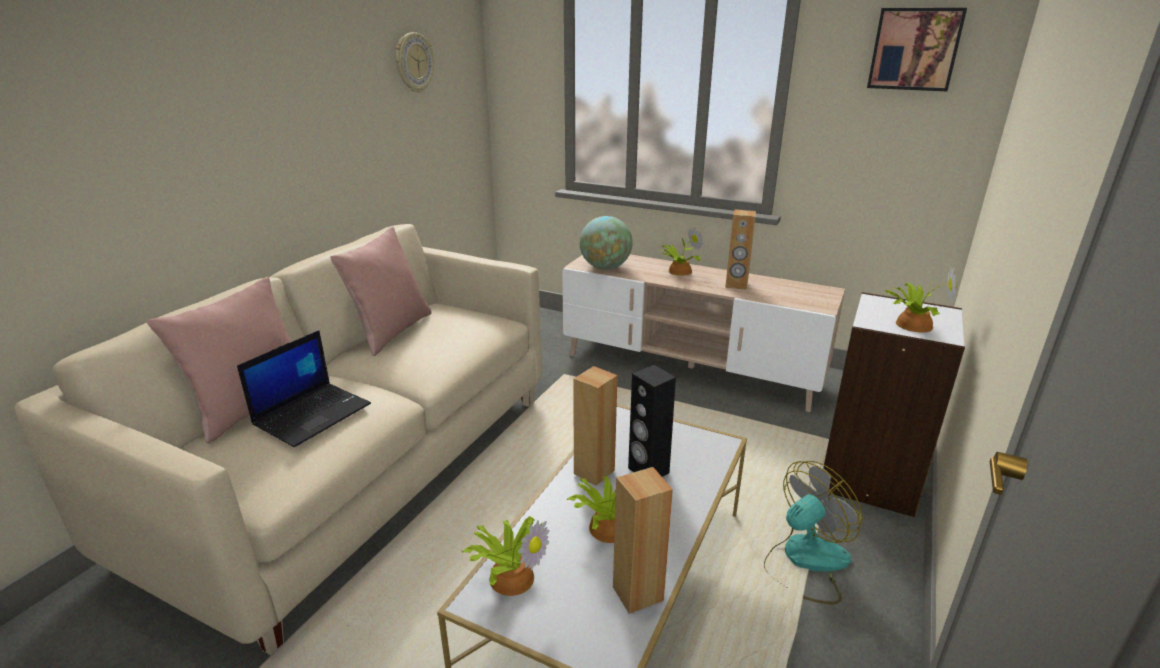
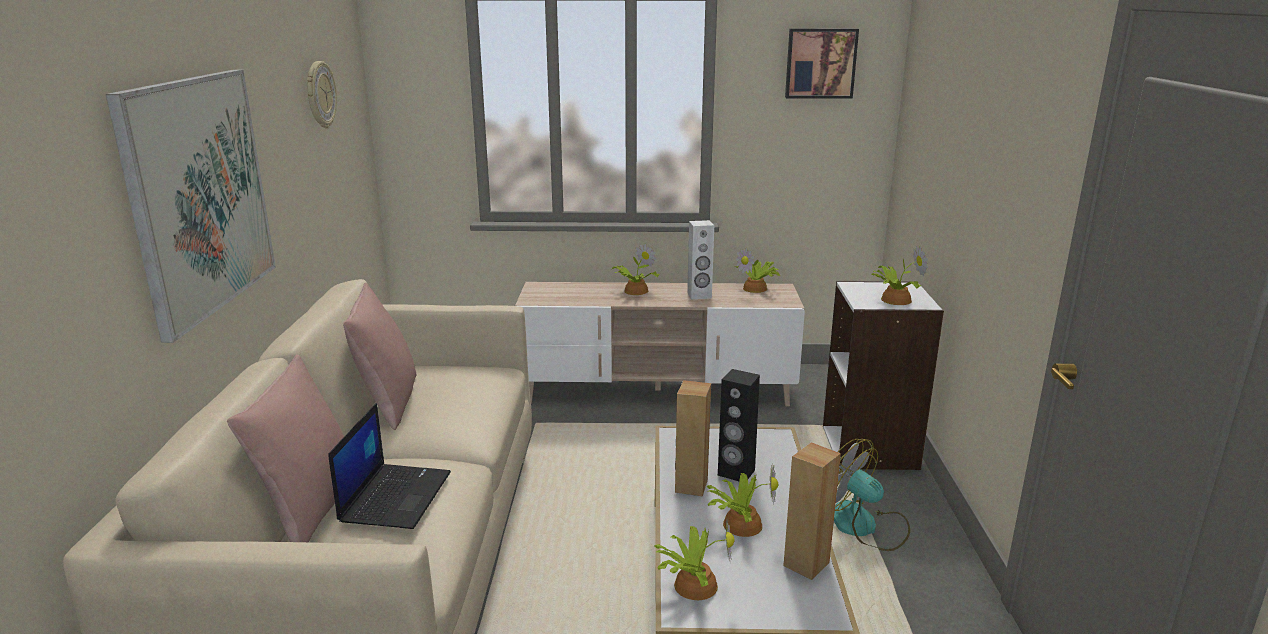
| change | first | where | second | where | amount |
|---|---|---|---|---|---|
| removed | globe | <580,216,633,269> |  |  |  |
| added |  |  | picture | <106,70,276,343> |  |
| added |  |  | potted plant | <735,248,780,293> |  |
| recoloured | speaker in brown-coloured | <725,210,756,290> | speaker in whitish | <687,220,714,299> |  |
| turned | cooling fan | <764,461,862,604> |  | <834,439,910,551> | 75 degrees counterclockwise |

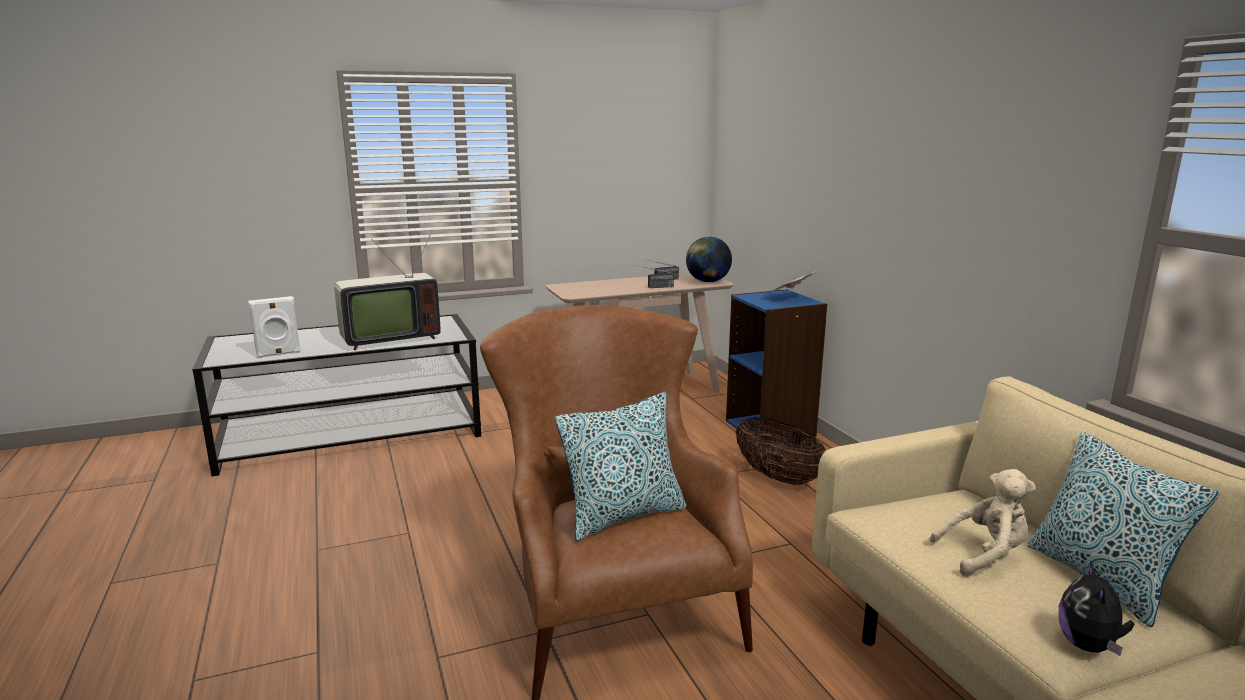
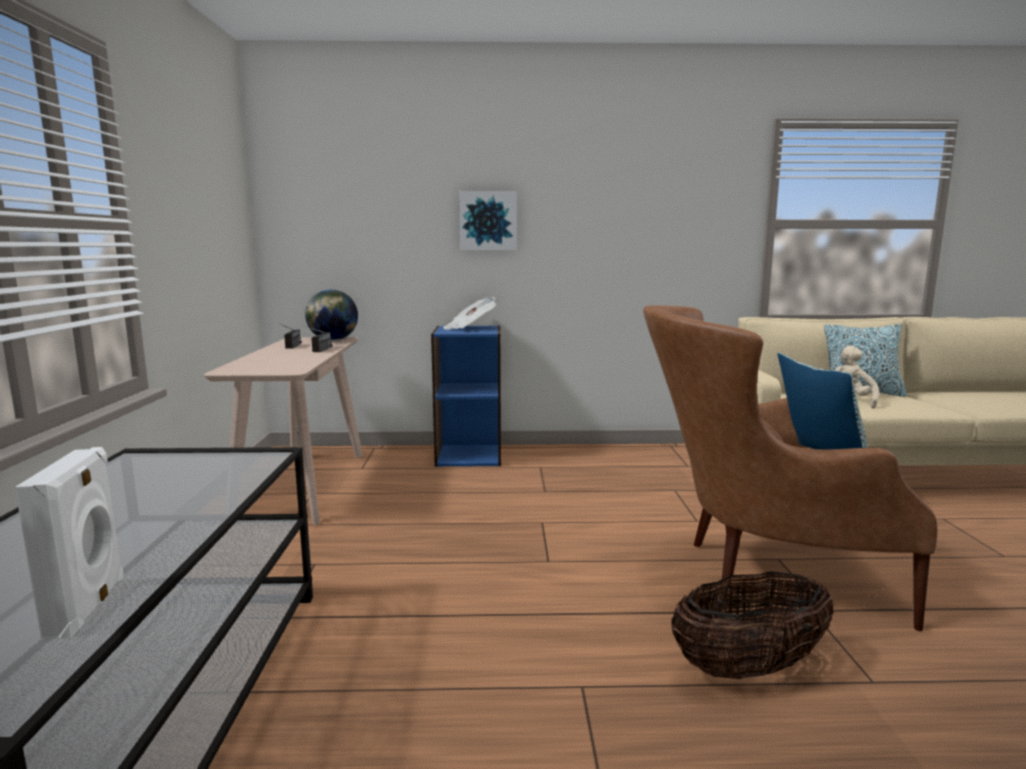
| change | first | where | second | where | amount |
|---|---|---|---|---|---|
| removed | TV set | <334,230,441,350> |  |  |  |
| removed | soft toy | <1059,560,1134,656> |  |  |  |
| added |  |  | picture | <459,191,517,250> |  |
| moved | basket | <735,417,826,485> |  | <671,571,834,679> |  |

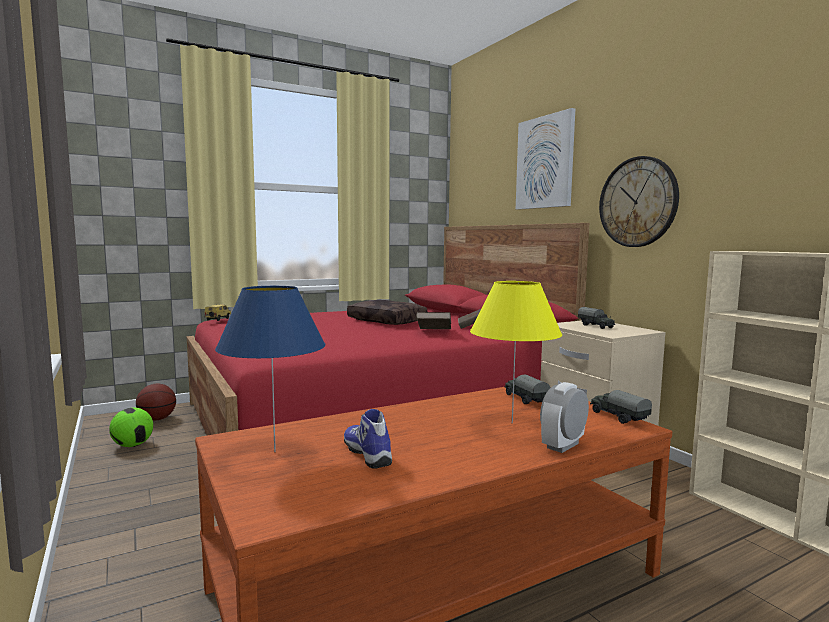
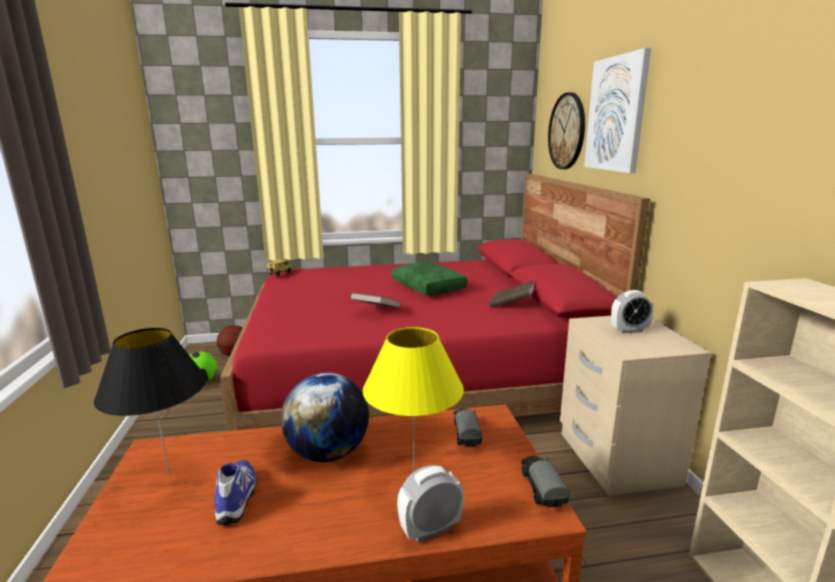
| change | first | where | second | where | amount |
|---|---|---|---|---|---|
| added |  |  | globe | <281,373,369,462> |  |
| moved | bound book in brown-coloured | <416,312,451,329> |  | <350,292,401,308> |  |
| moved | clock on the wall | <599,156,679,247> |  | <548,92,585,169> |  |
| replaced | toy truck | <578,307,615,329> | bedside clock | <611,290,654,333> |  |
| recoloured | tabletop lamp in blue-coloured | <215,286,325,452> | tabletop lamp in blackish | <94,328,207,476> |  |
| recoloured | pillow in brown-coloured | <347,300,427,325> | pillow in green | <391,262,468,295> |  |

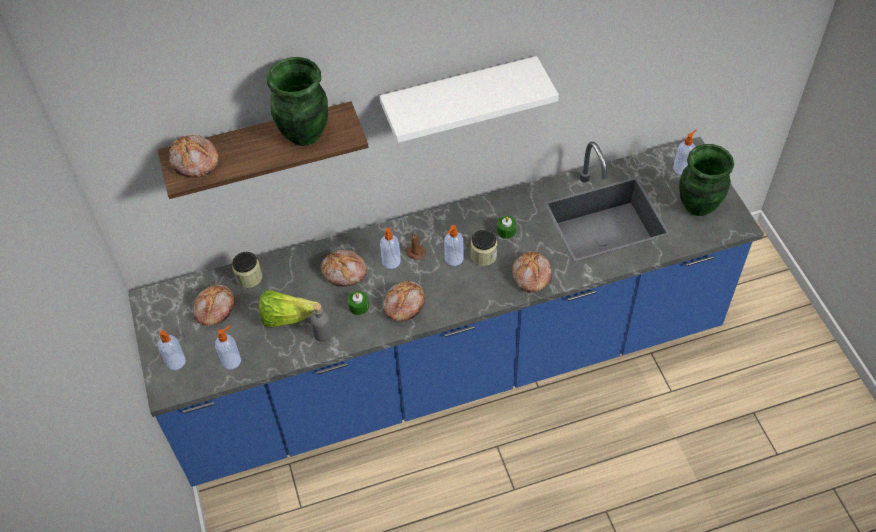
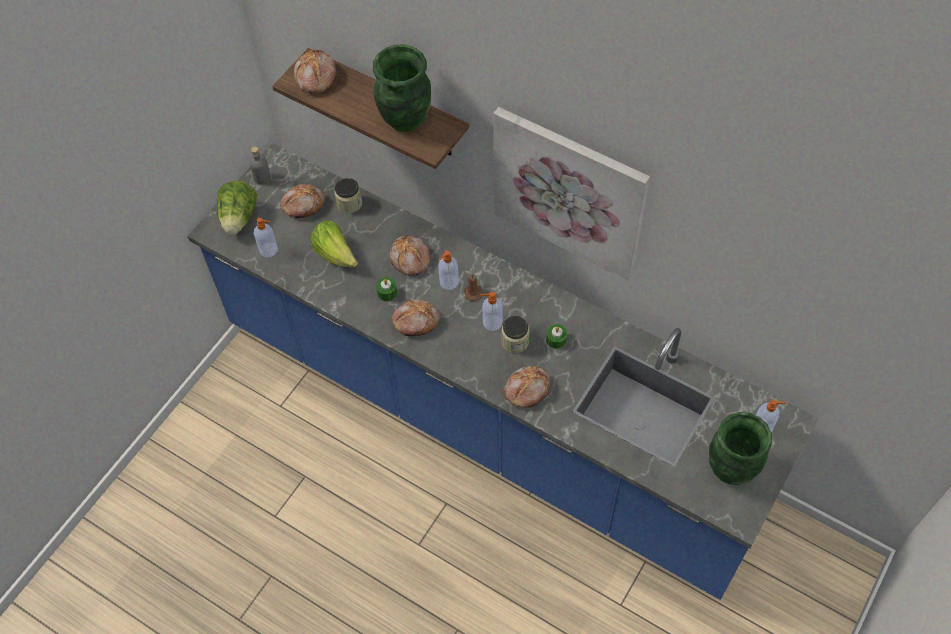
| change | first | where | second | where | amount |
|---|---|---|---|---|---|
| moved | beverage bottle in grey | <310,303,332,342> |  | <250,147,271,185> |  |
| replaced | liquid soap bottle | <158,330,186,370> | lettuce | <217,181,257,235> |  |
| replaced | wall shelf in whitish | <380,56,559,143> | picture | <493,107,650,280> |  |

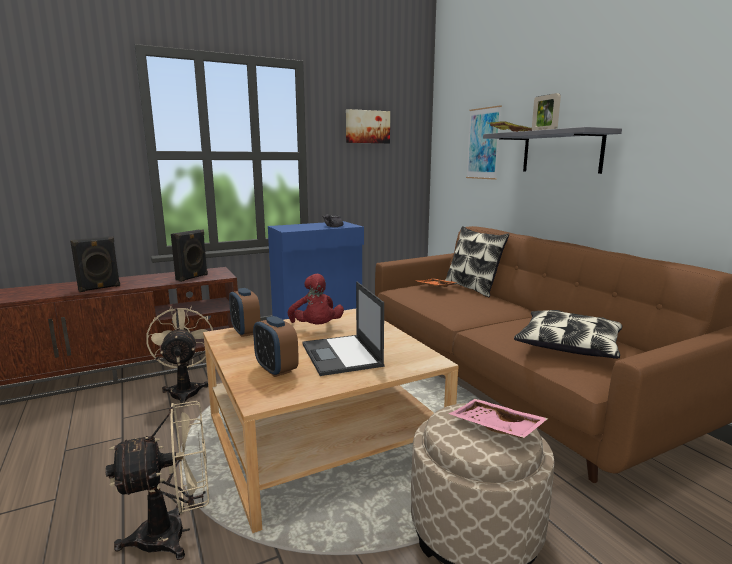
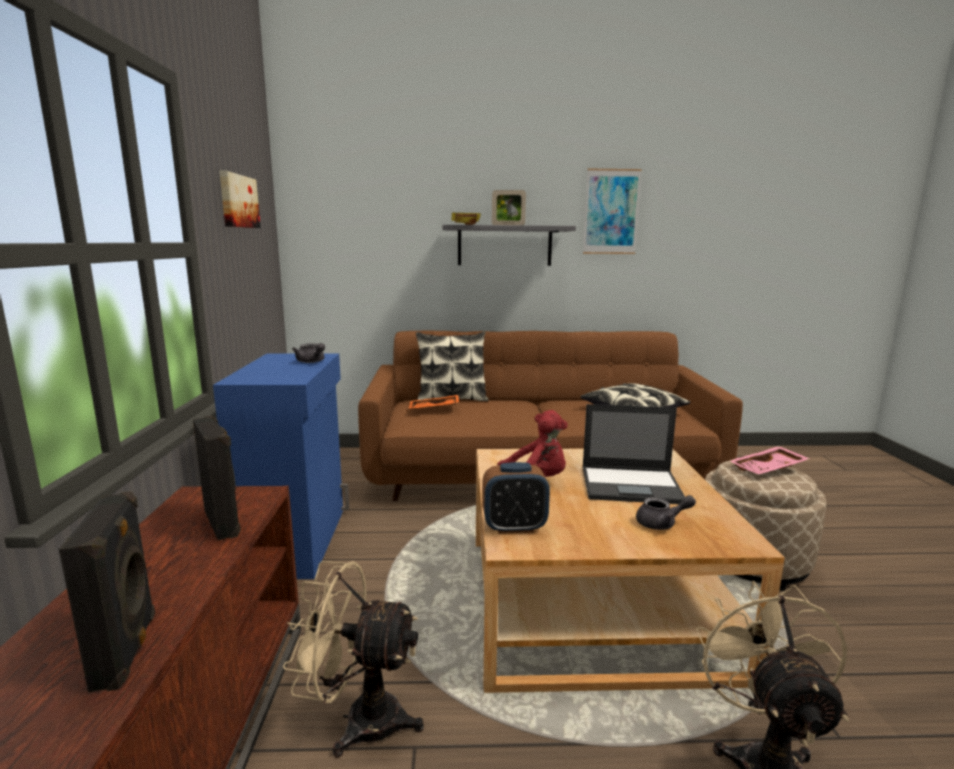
| change | first | where | second | where | amount |
|---|---|---|---|---|---|
| moved | picture | <466,105,502,180> |  | <583,169,642,254> |  |
| replaced | bedside clock | <253,316,299,377> | pot for tea in grey | <636,495,696,530> |  |

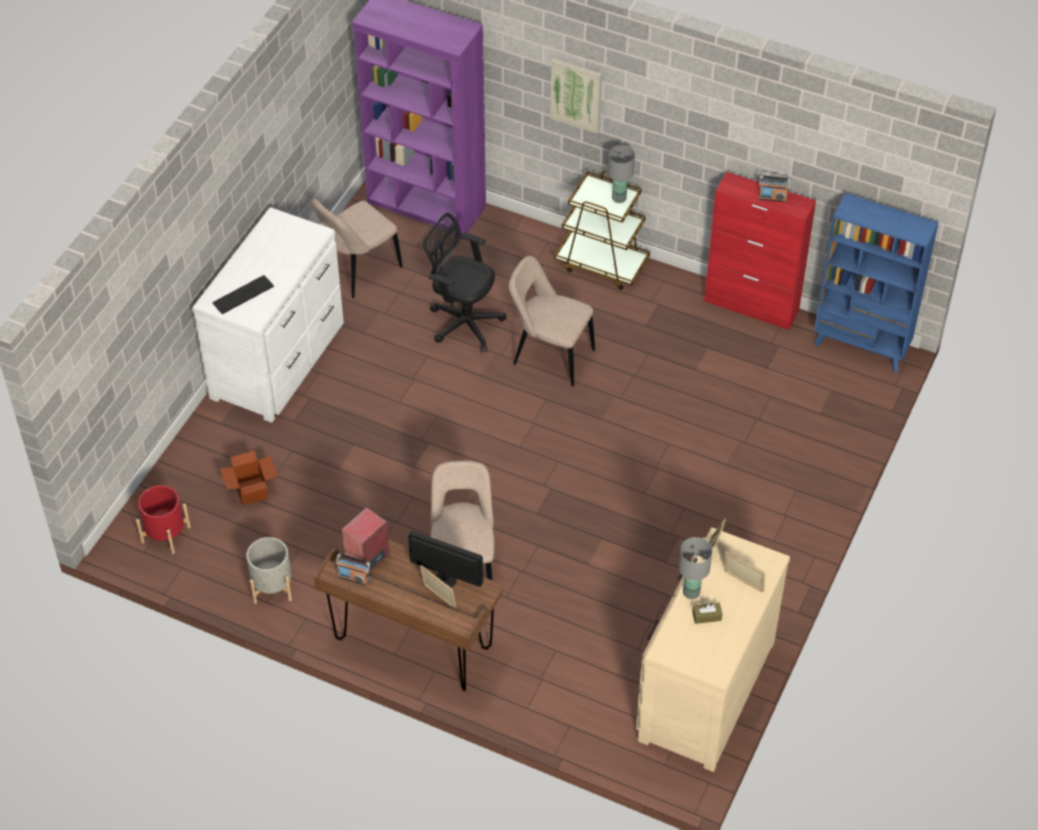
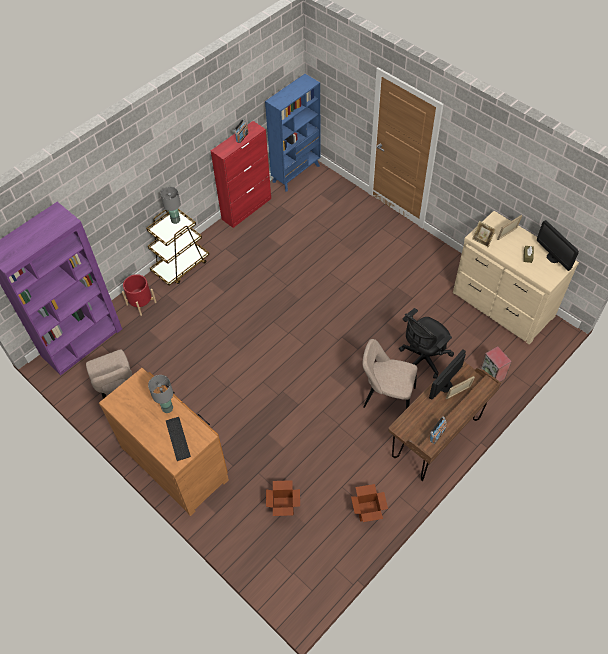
| change | first | where | second | where | amount |
|---|---|---|---|---|---|
| removed | upright chair in beige | <509,256,595,386> |  |  |  |
| removed | picture | <550,58,602,134> |  |  |  |
| added |  |  | computer screen | <537,220,579,271> |  |
| moved | planter in red | <136,485,191,554> |  | <122,274,157,316> |  |
| moved | speaker | <342,507,390,573> |  | <480,346,512,382> |  |
| moved | office chair in blackish | <423,213,506,353> |  | <399,308,454,379> |  |
| moved | tabletop lamp in grey | <678,537,712,599> |  | <148,375,173,413> |  |
| replaced | planter in grey | <246,537,292,604> | cardboard box | <351,484,388,522> |  |
| recoloured | drawer chest in whitish | <192,207,344,423> | drawer chest in brown-coloured | <99,368,229,516> |  |

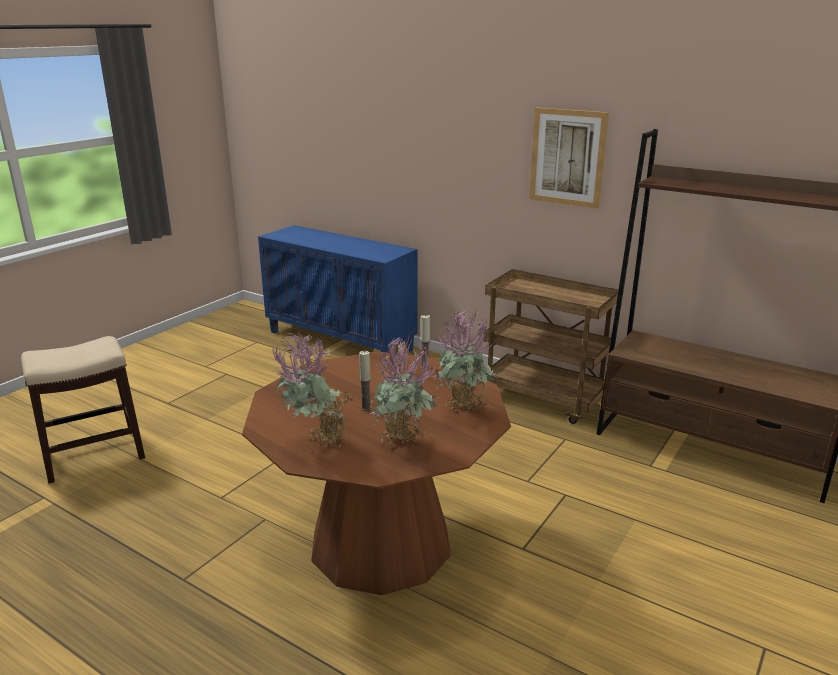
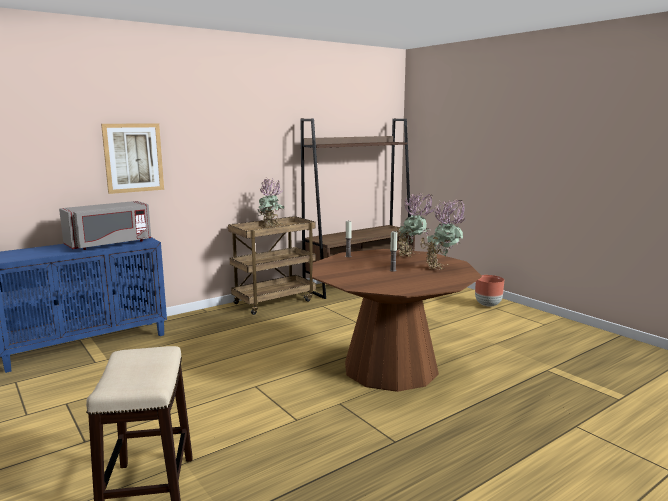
| change | first | where | second | where | amount |
|---|---|---|---|---|---|
| added |  |  | microwave in grey | <59,201,151,250> |  |
| added |  |  | planter in brown-coloured | <475,275,504,307> |  |
| moved | potted plant | <272,332,356,449> |  | <257,178,285,228> |  |
| moved | picture | <529,107,609,208> |  | <101,123,164,194> |  |

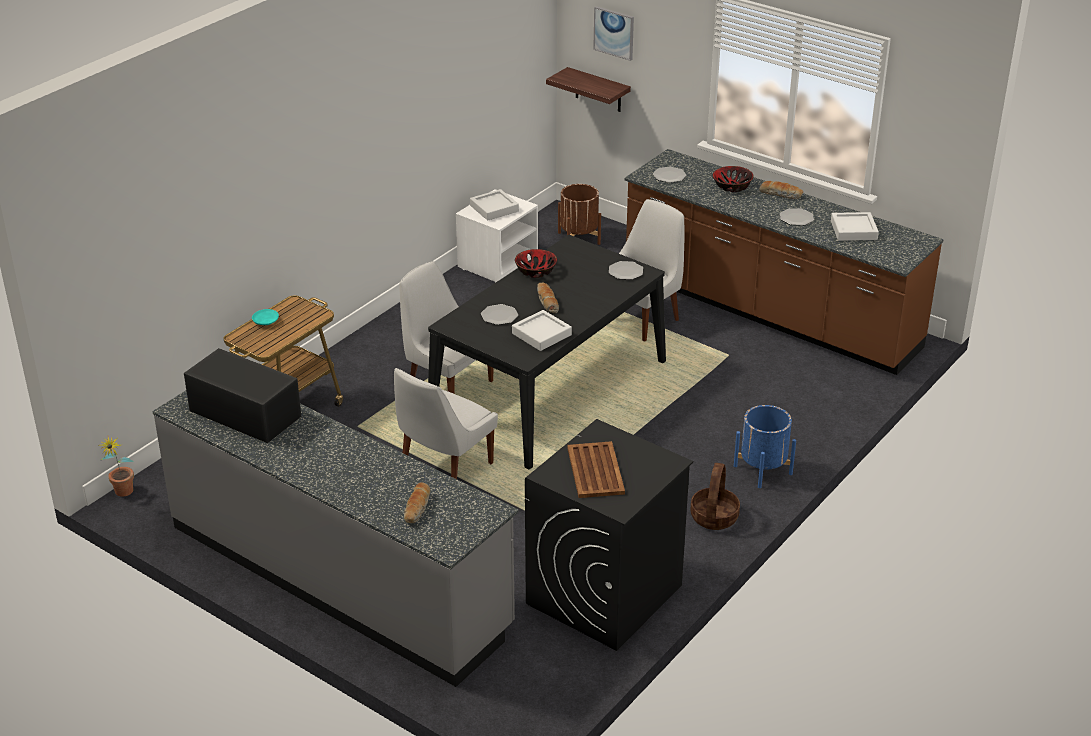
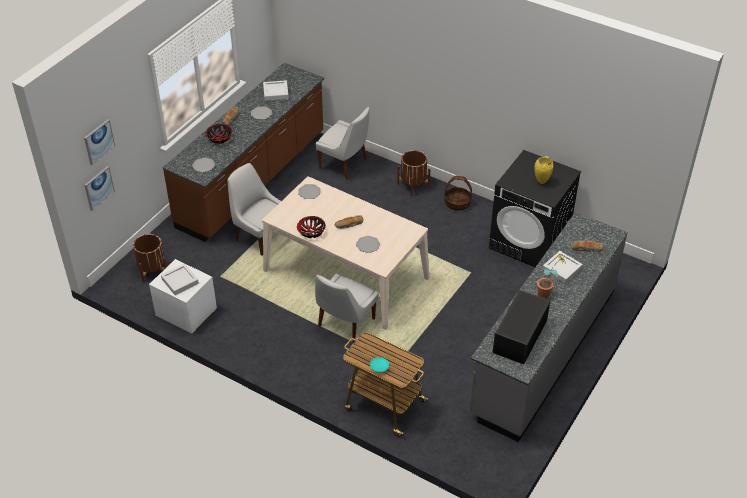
| change | first | where | second | where | amount |
|---|---|---|---|---|---|
| moved | potted plant | <101,436,134,497> |  | <537,254,567,298> |  |
| moved | upright chair in whitish | <394,368,498,479> |  | <316,107,370,180> |  |
| moved | tray in grey | <512,310,572,351> |  | <542,251,583,284> |  |
| replaced | wall shelf | <546,67,631,112> | picture | <84,166,115,211> |  |
| replaced | tray in brown-coloured | <567,441,625,498> | flower vase in yellowish | <534,156,553,184> |  |
| recoloured | kitchen table in blackish | <428,235,666,469> | kitchen table in beige | <262,176,429,330> |  |
| recoloured | planter in blue-coloured | <734,405,796,488> | planter in brown-coloured | <397,150,430,196> |  |

